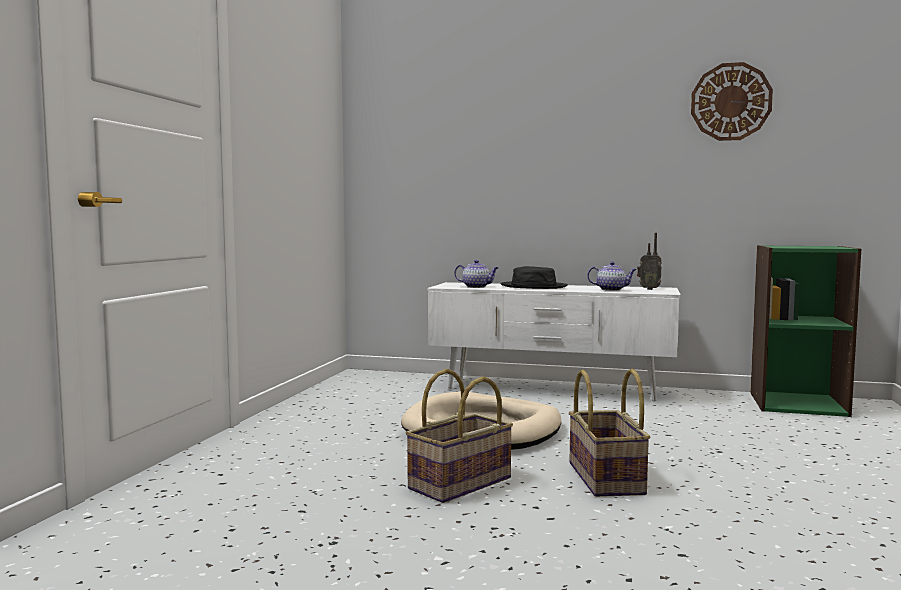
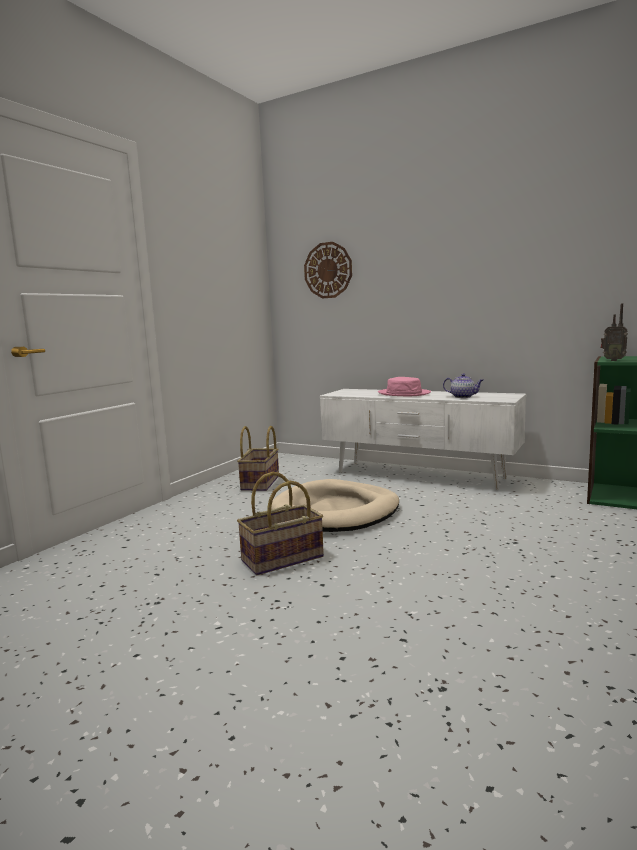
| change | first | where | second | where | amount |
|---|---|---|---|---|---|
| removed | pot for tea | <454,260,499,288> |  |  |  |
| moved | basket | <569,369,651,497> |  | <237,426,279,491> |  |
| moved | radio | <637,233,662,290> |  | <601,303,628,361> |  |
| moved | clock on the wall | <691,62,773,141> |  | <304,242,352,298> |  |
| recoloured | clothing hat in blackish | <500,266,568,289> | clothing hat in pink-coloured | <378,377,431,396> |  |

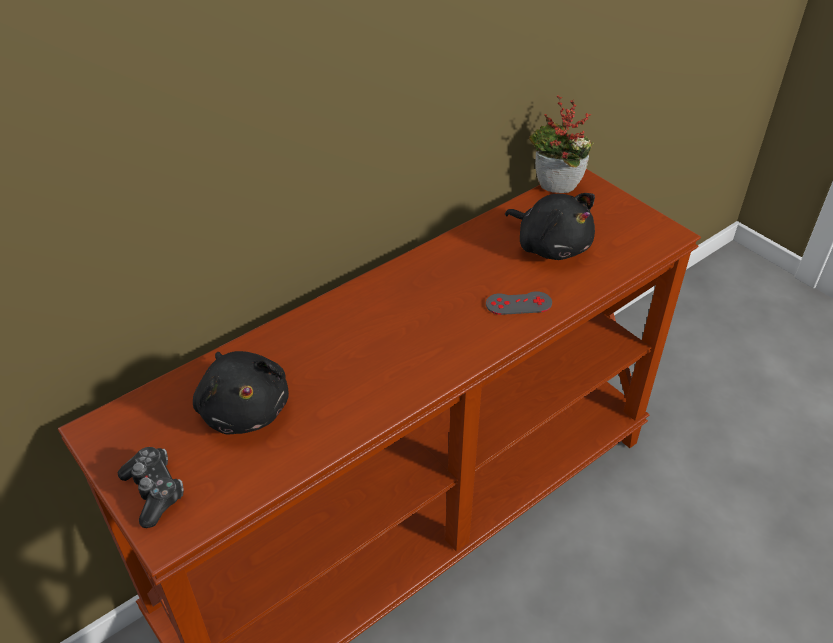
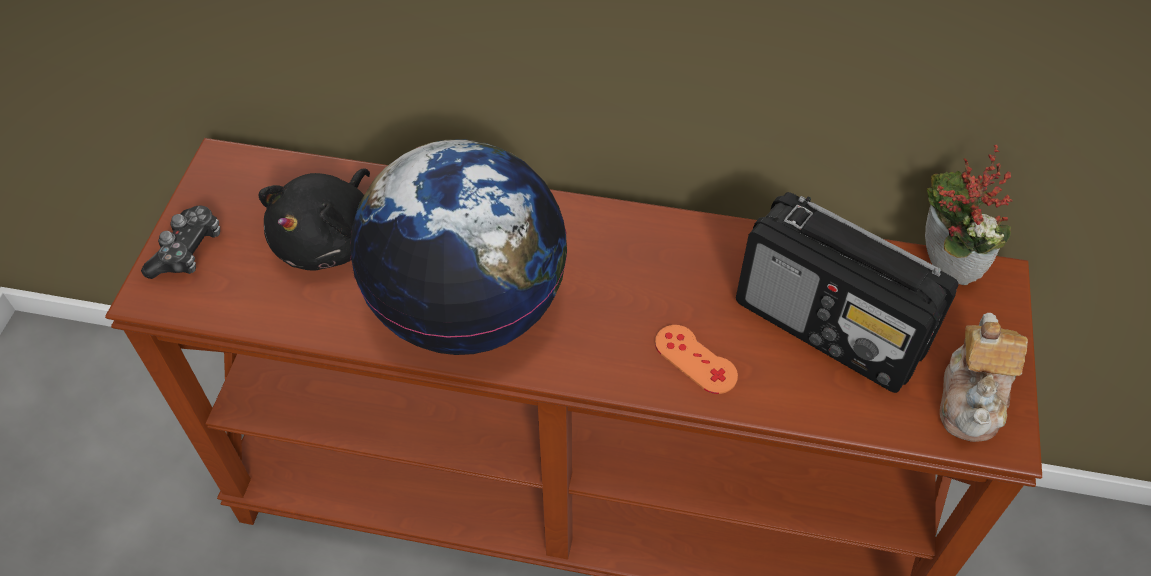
| change | first | where | second | where | amount |
|---|---|---|---|---|---|
| added |  |  | globe | <350,139,568,355> |  |
| added |  |  | pot for tea | <940,313,1028,442> |  |
| replaced | soft toy in blackish | <505,193,595,260> | radio | <736,192,959,393> |  |
| recoloured | joypad in grey | <486,291,552,315> | joypad in orangey | <655,325,738,394> |  |

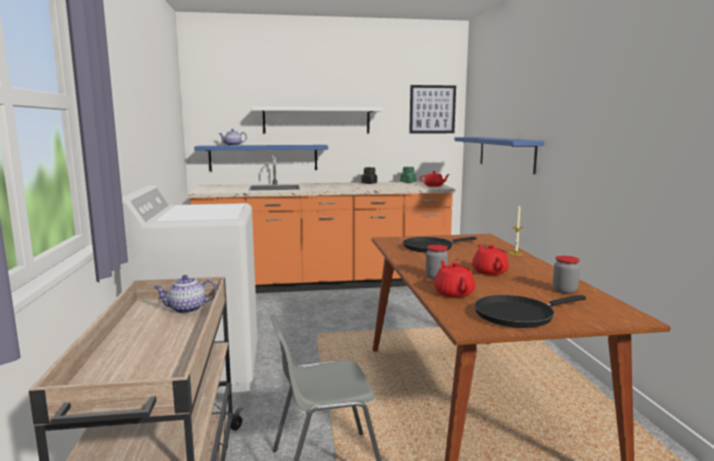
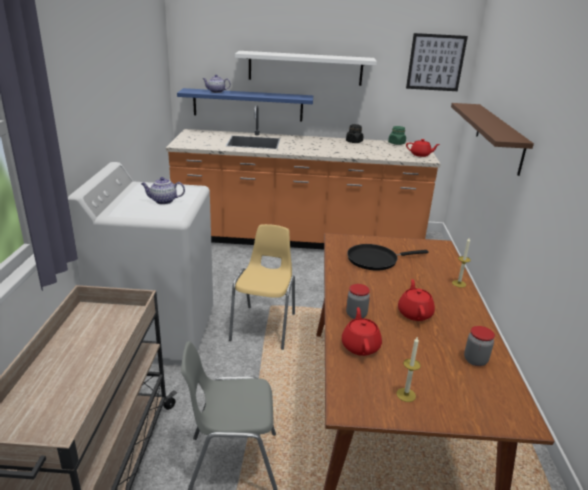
| change | first | where | second | where | amount |
|---|---|---|---|---|---|
| added |  |  | upright chair in yellowish | <229,224,295,350> |  |
| moved | pot for tea | <154,275,217,314> |  | <141,177,185,204> |  |
| replaced | frying pan in blackish | <474,295,586,328> | wax light | <396,337,421,402> |  |
| recoloured | wall shelf in blue-coloured | <454,137,544,174> | wall shelf in brown-coloured | <451,103,534,176> |  |

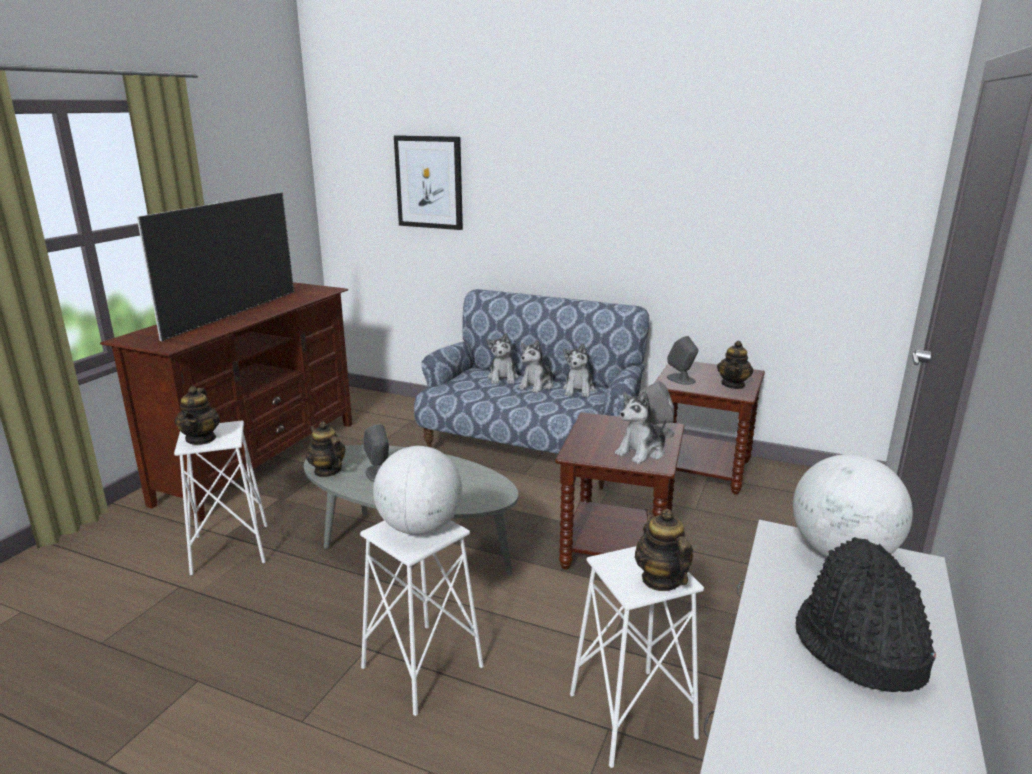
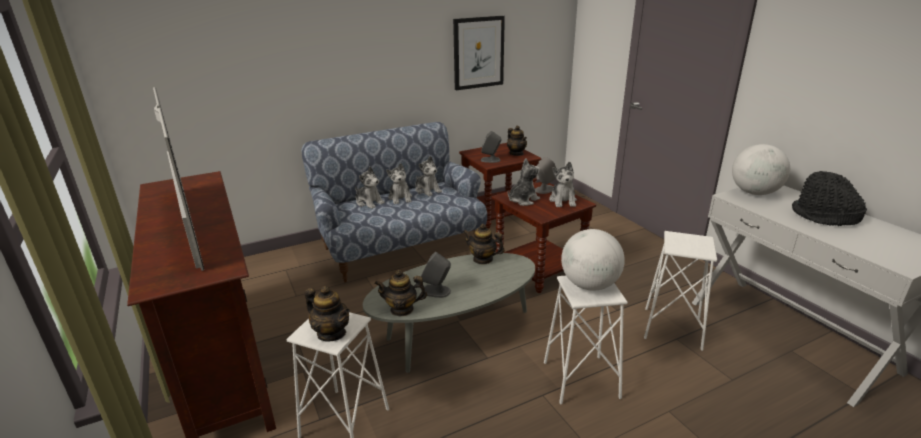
| change | first | where | second | where | amount |
|---|---|---|---|---|---|
| added |  |  | soft toy | <508,158,540,206> |  |
| moved | picture | <394,135,463,230> |  | <453,16,505,90> |  |
| moved | pot for tea | <635,508,693,591> |  | <463,224,505,265> |  |

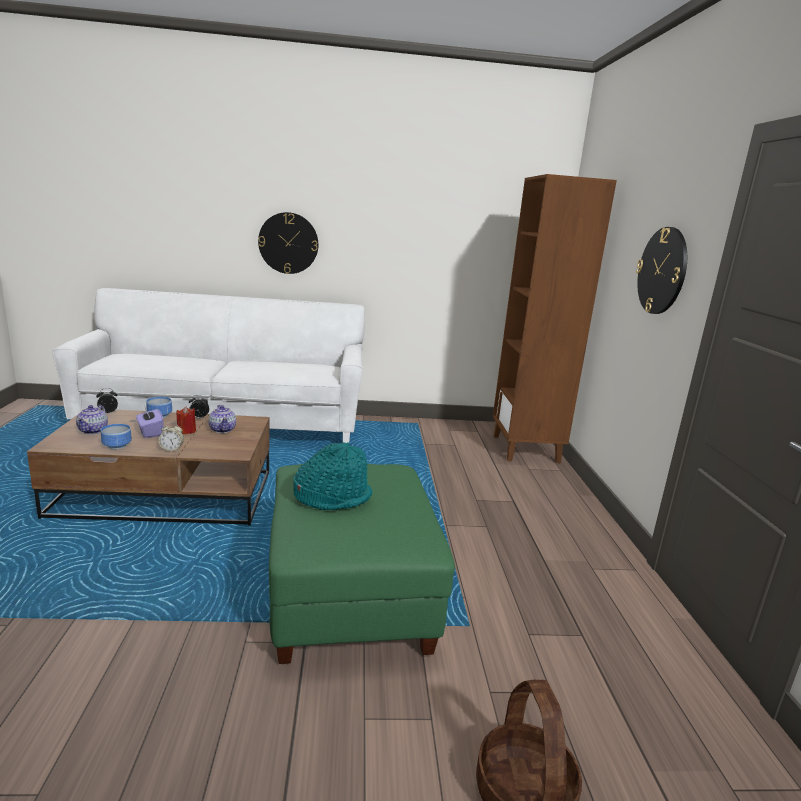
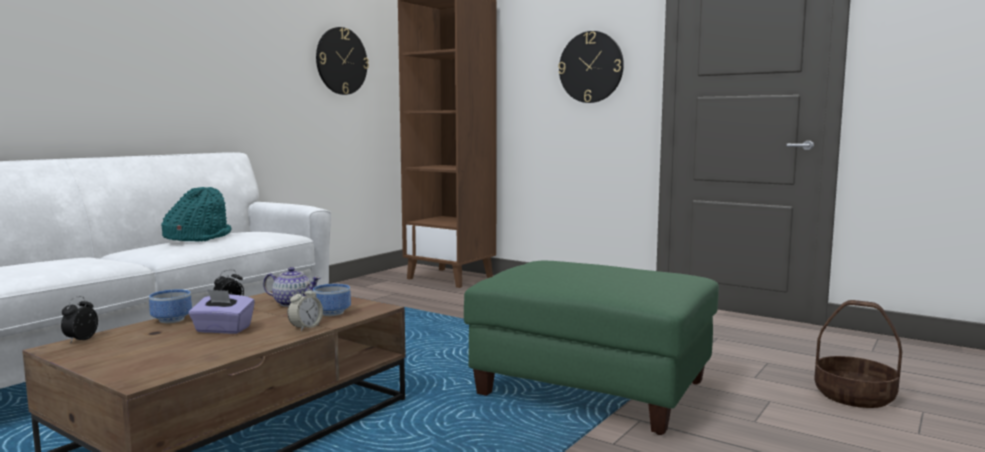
| change | first | where | second | where | amount |
|---|---|---|---|---|---|
| removed | pot for tea | <76,405,108,434> |  |  |  |
| removed | wax light in red | <176,406,196,434> |  |  |  |
| moved | serving bowl | <101,424,132,449> |  | <313,284,351,316> |  |
| moved | clock on the wall | <258,212,318,274> |  | <316,27,369,95> |  |
| moved | clothing hat in blue-green | <293,442,372,510> |  | <161,187,232,242> |  |

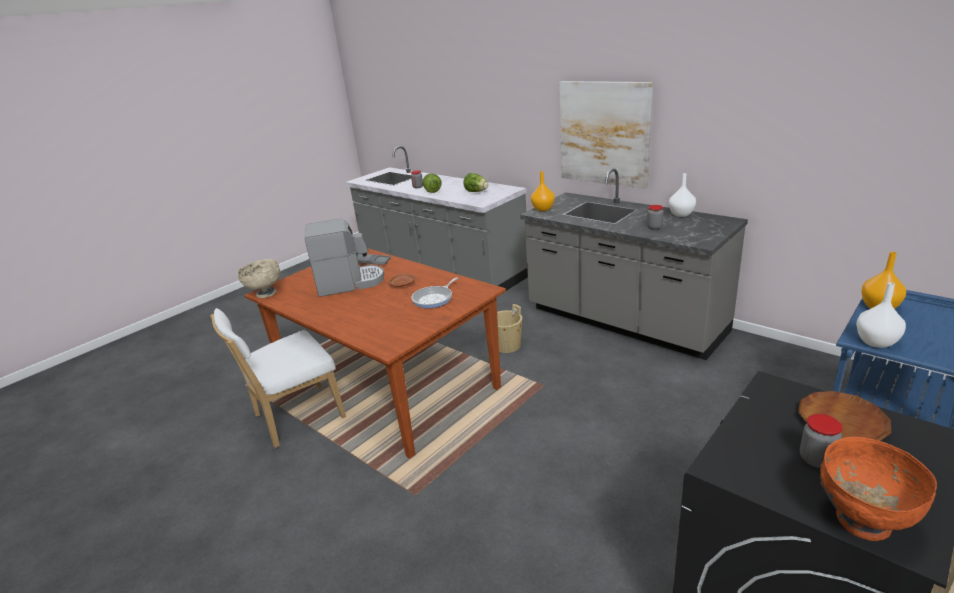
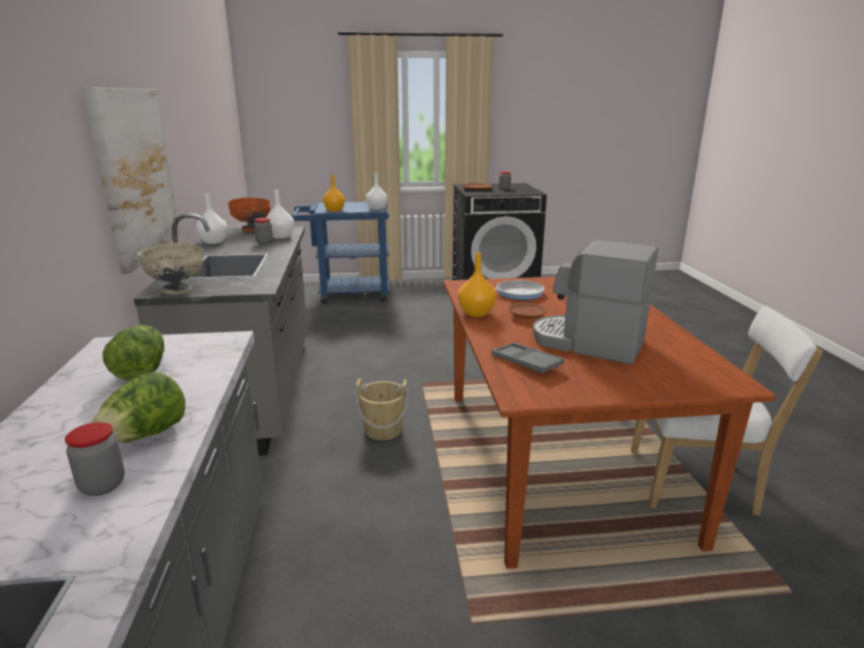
| change | first | where | second | where | amount |
|---|---|---|---|---|---|
| added |  |  | flower vase in whitish | <266,190,294,239> |  |
| moved | serving bowl in beige | <237,259,280,298> |  | <138,243,203,294> |  |
| moved | flower vase in orangey | <531,171,555,211> |  | <458,253,496,317> |  |
| moved | serving bowl in orangey | <820,437,937,541> |  | <228,198,270,231> |  |

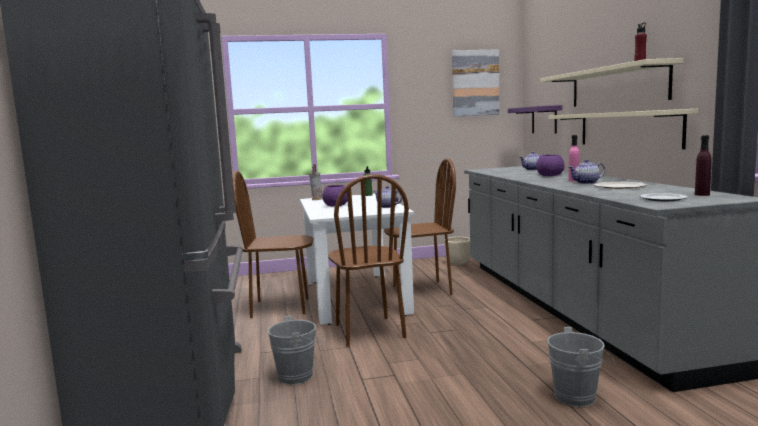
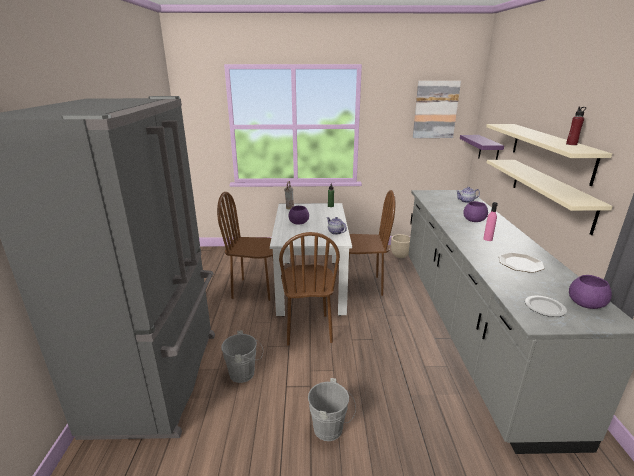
| change | first | where | second | where | amount |
|---|---|---|---|---|---|
| removed | pot for tea | <569,159,605,184> |  |  |  |
| moved | bucket in grey | <547,327,615,407> |  | <308,378,356,441> |  |
| replaced | beverage bottle in purplish | <695,135,712,196> | serving bowl in purplish | <569,275,612,309> |  |

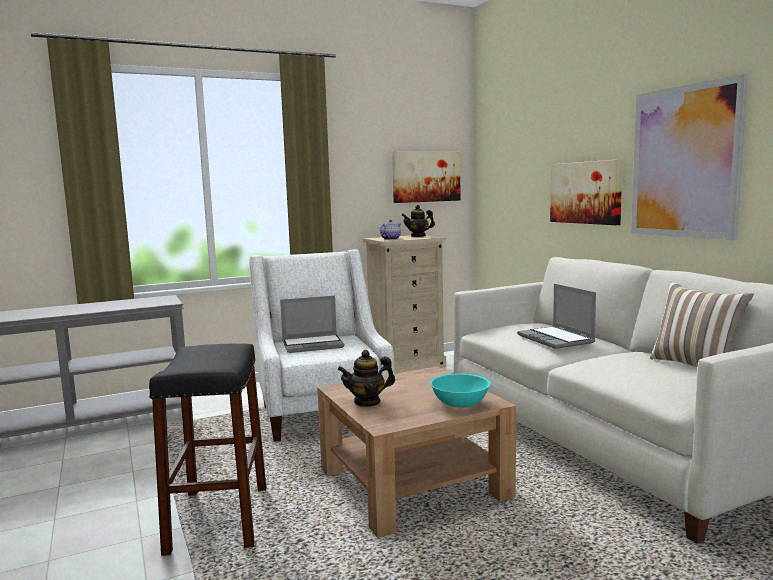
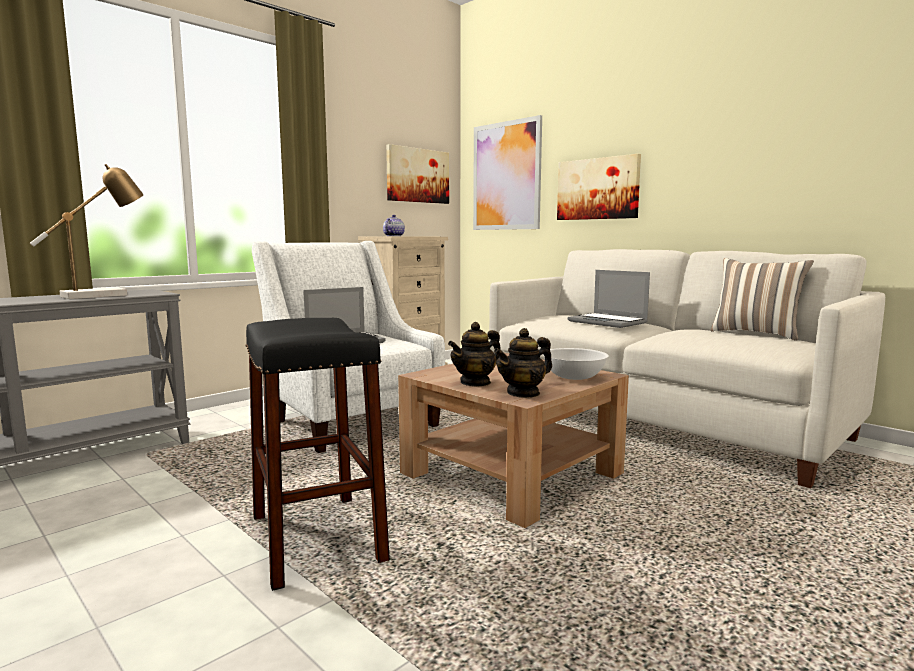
| change | first | where | second | where | amount |
|---|---|---|---|---|---|
| added |  |  | tabletop lamp | <30,164,144,299> |  |
| moved | pot for tea | <402,205,435,237> |  | <494,328,552,398> |  |
| moved | picture | <631,74,748,240> |  | <473,115,542,230> |  |
| recoloured | serving bowl in blue-green | <430,374,491,408> | serving bowl in whitish | <543,348,609,380> |  |

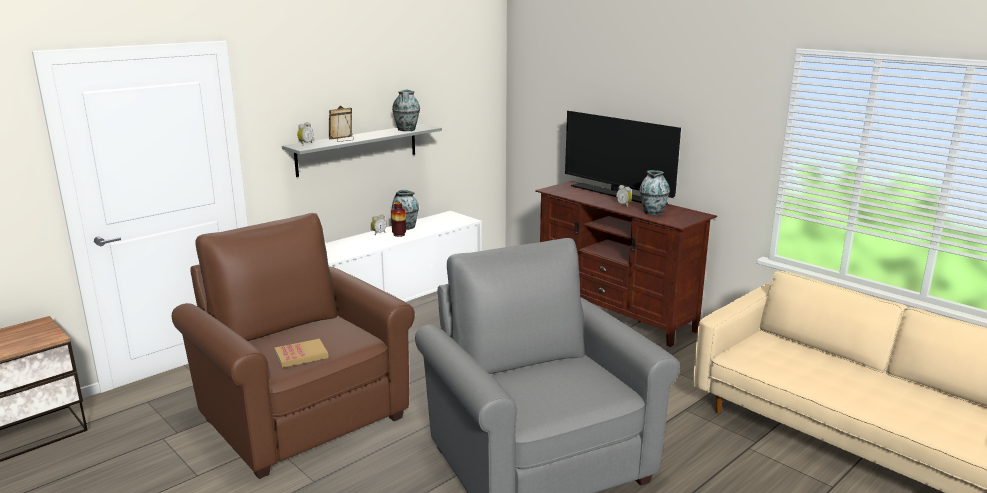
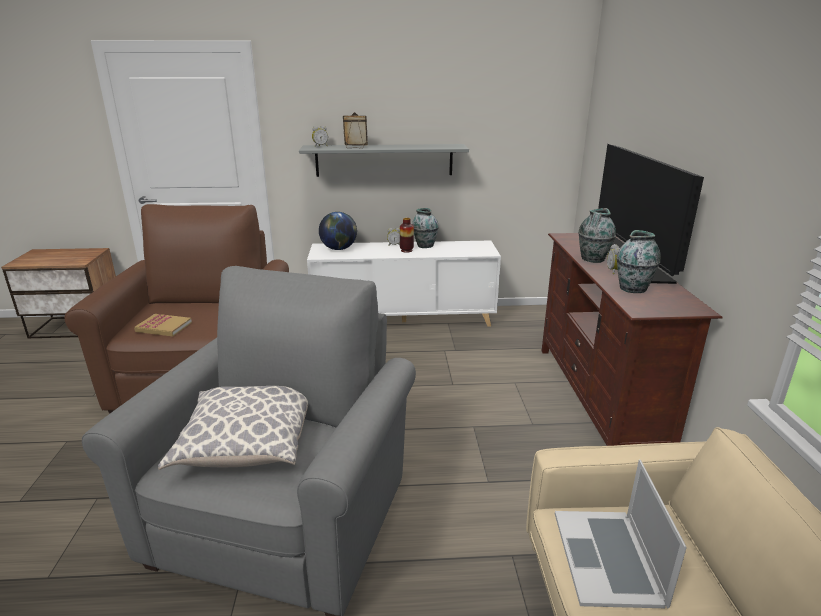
| change | first | where | second | where | amount |
|---|---|---|---|---|---|
| added |  |  | pillow | <158,386,308,470> |  |
| added |  |  | globe | <319,212,357,250> |  |
| added |  |  | laptop | <555,459,687,609> |  |
| moved | flower vase | <392,89,420,131> |  | <578,208,616,263> |  |

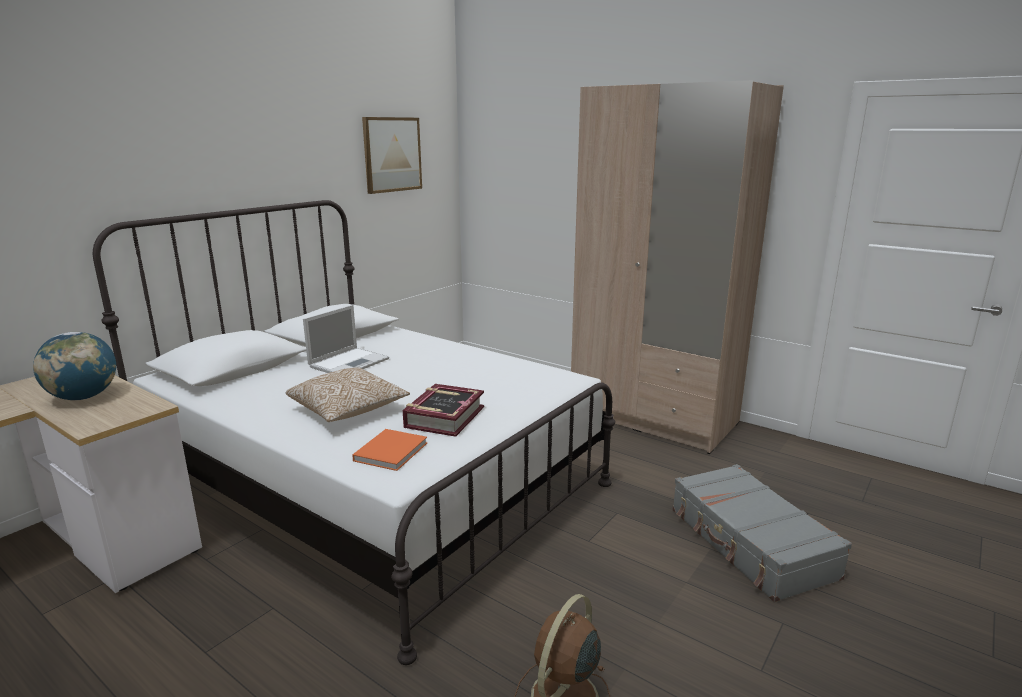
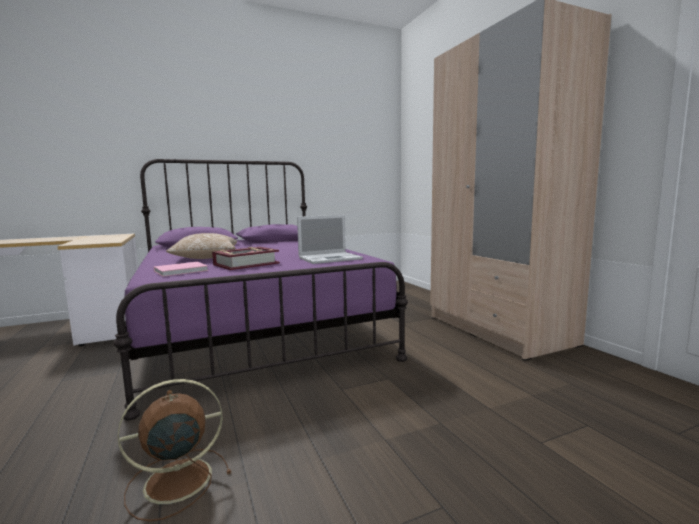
| change | first | where | second | where | amount |
|---|---|---|---|---|---|
| removed | globe | <33,332,116,400> |  |  |  |
| removed | picture | <362,117,422,194> |  |  |  |
| removed | piece of luggage in grey | <672,464,852,602> |  |  |  |
| moved | laptop | <303,305,389,373> |  | <297,215,363,264> |  |
| recoloured | bedroom bed in whitish | <93,200,615,665> | bedroom bed in purplish | <114,159,408,420> |  |
| recoloured | bound book in orangey | <352,429,428,471> | bound book in pink-coloured | <154,262,209,277> |  |

